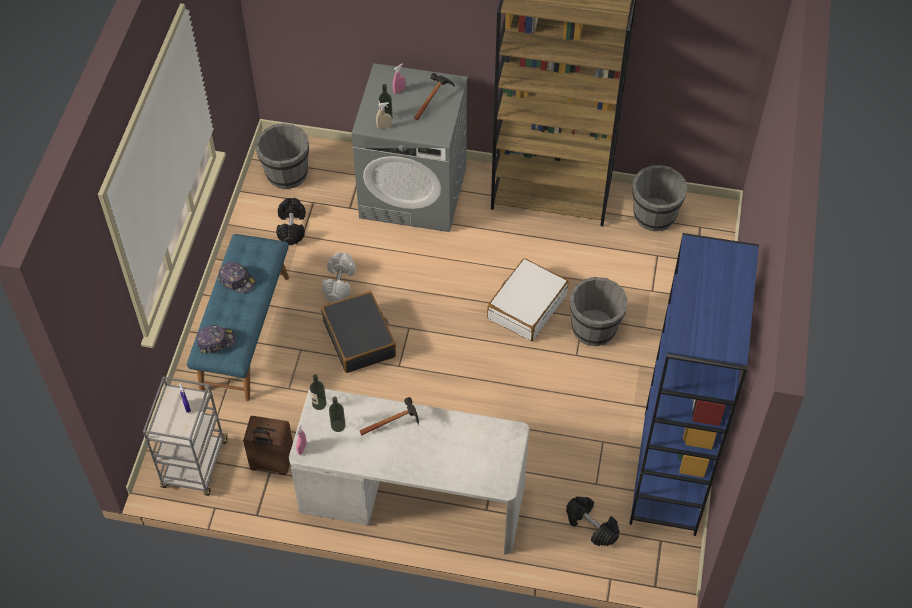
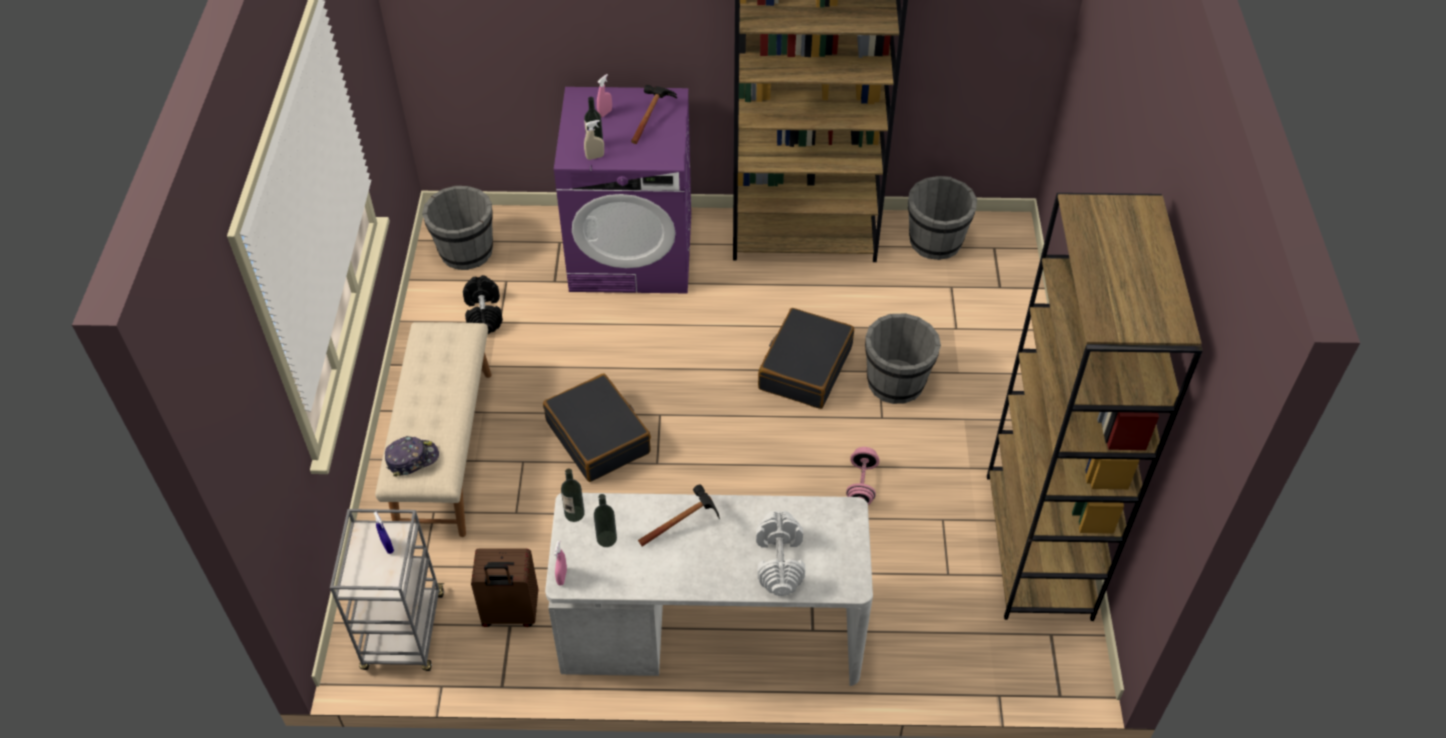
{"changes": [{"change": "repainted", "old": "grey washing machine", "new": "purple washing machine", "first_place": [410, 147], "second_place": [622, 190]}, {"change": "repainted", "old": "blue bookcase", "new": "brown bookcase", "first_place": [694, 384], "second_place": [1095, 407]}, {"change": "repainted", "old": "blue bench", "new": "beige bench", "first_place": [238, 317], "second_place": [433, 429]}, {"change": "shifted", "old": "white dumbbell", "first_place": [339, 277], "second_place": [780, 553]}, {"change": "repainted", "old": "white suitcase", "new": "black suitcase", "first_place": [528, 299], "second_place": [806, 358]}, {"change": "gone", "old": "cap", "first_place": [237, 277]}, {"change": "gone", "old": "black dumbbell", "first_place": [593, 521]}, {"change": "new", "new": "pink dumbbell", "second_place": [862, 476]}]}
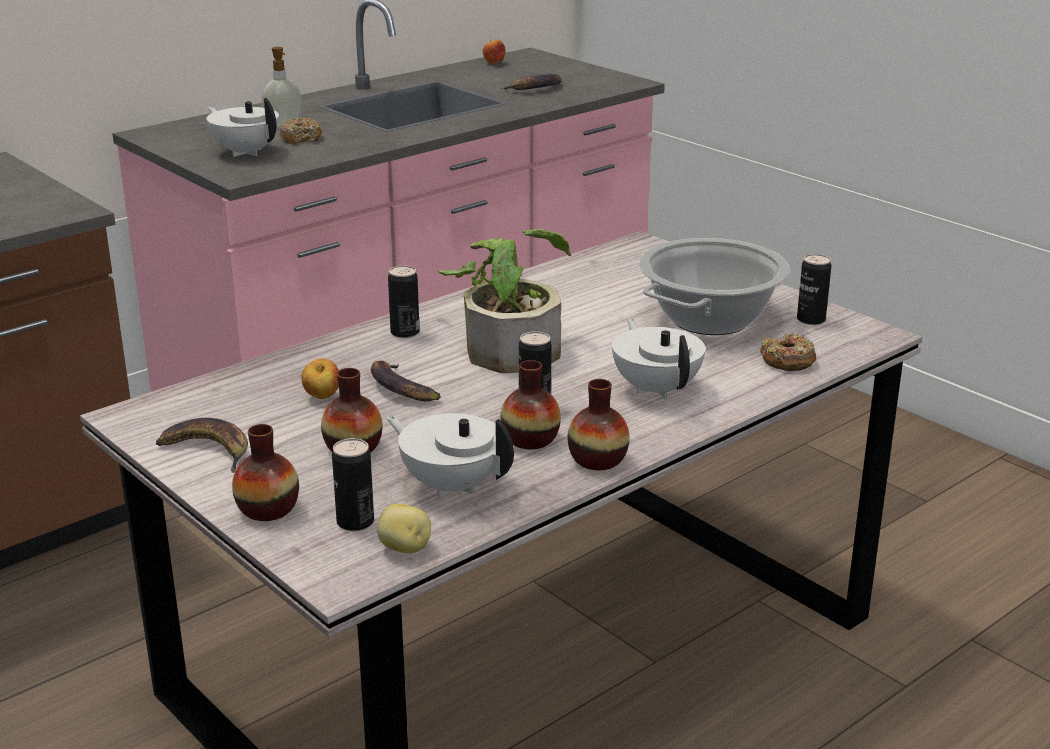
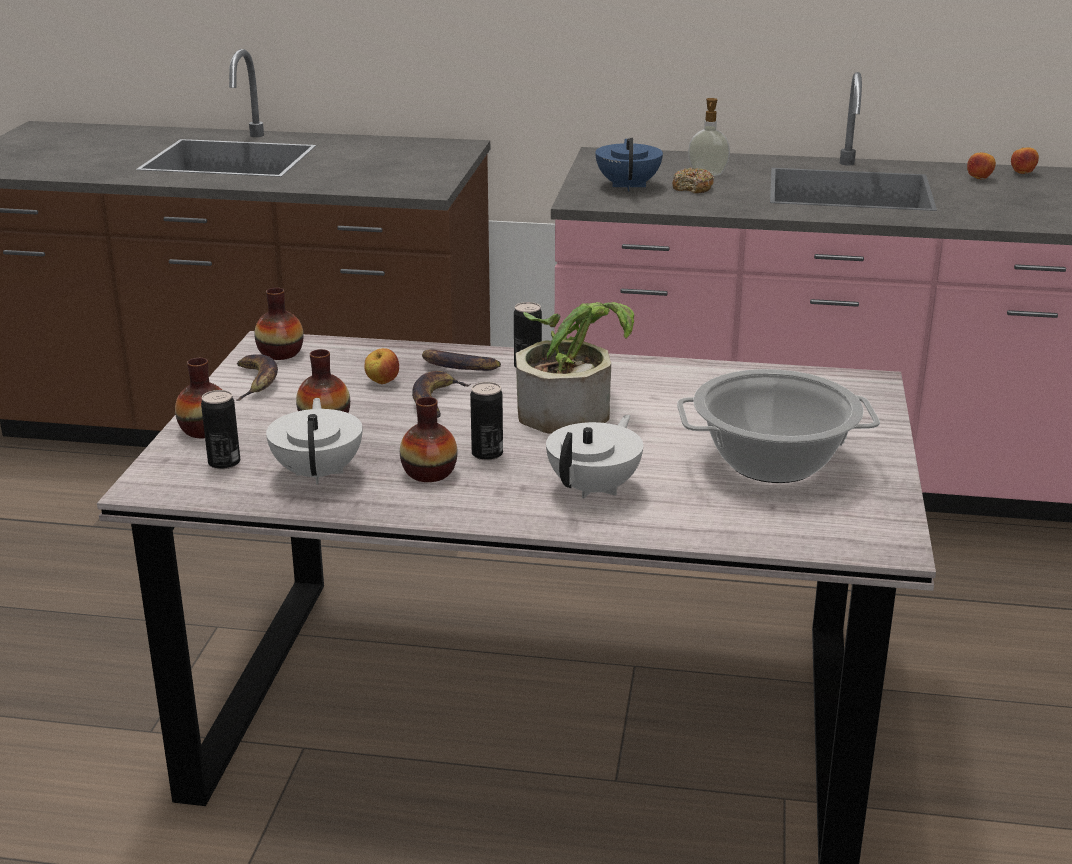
{"changes": [{"change": "shifted", "old": "banana", "first_place": [531, 82], "second_place": [461, 360]}, {"change": "repainted", "old": "white teapot", "new": "blue teapot", "first_place": [242, 127], "second_place": [629, 164]}, {"change": "gone", "old": "can", "first_place": [814, 289]}, {"change": "gone", "old": "donut", "first_place": [788, 352]}, {"change": "shifted", "old": "vase", "first_place": [599, 424], "second_place": [279, 324]}, {"change": "gone", "old": "potato", "first_place": [404, 528]}, {"change": "new", "new": "apple", "second_place": [981, 166]}]}
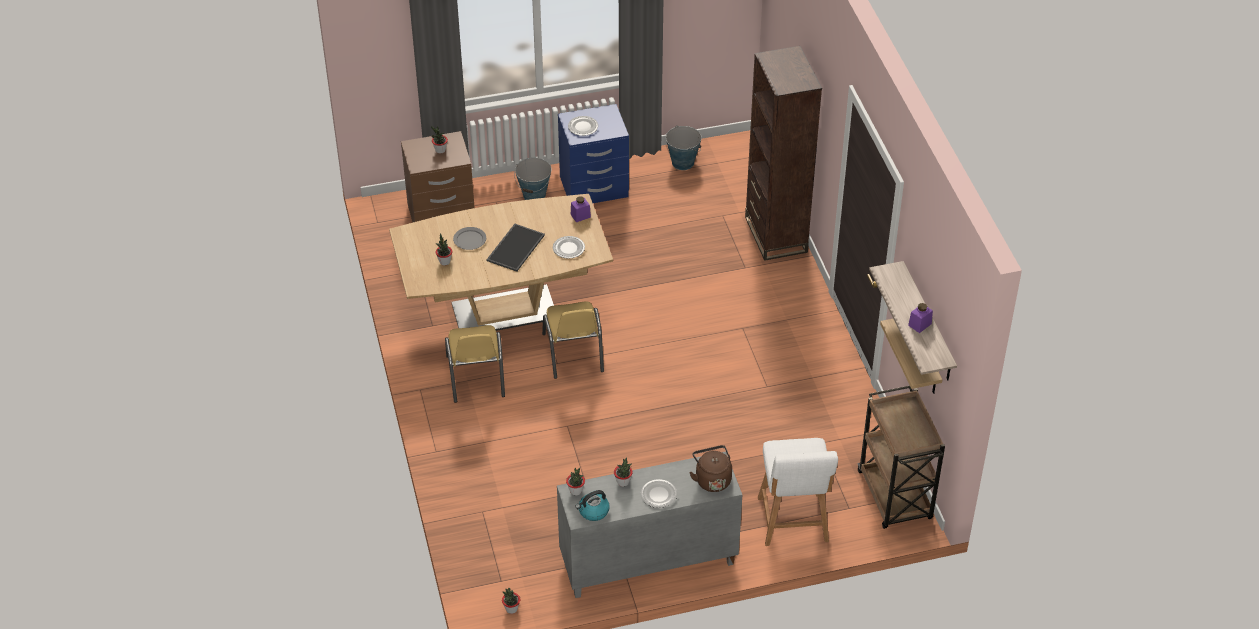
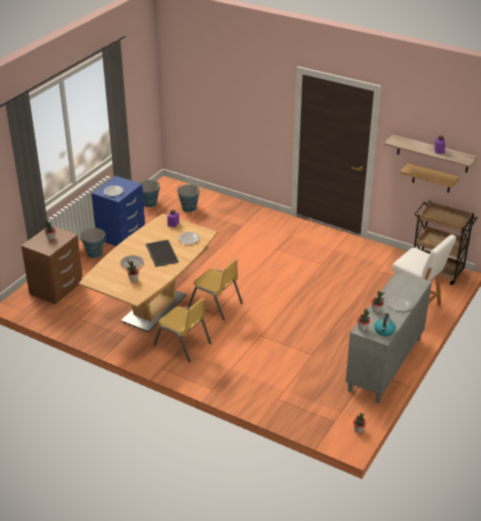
{"changes": [{"change": "gone", "old": "brown bookcase", "first_place": [783, 153]}, {"change": "gone", "old": "brown kettle", "first_place": [710, 468]}, {"change": "new", "new": "bucket", "second_place": [188, 198]}]}
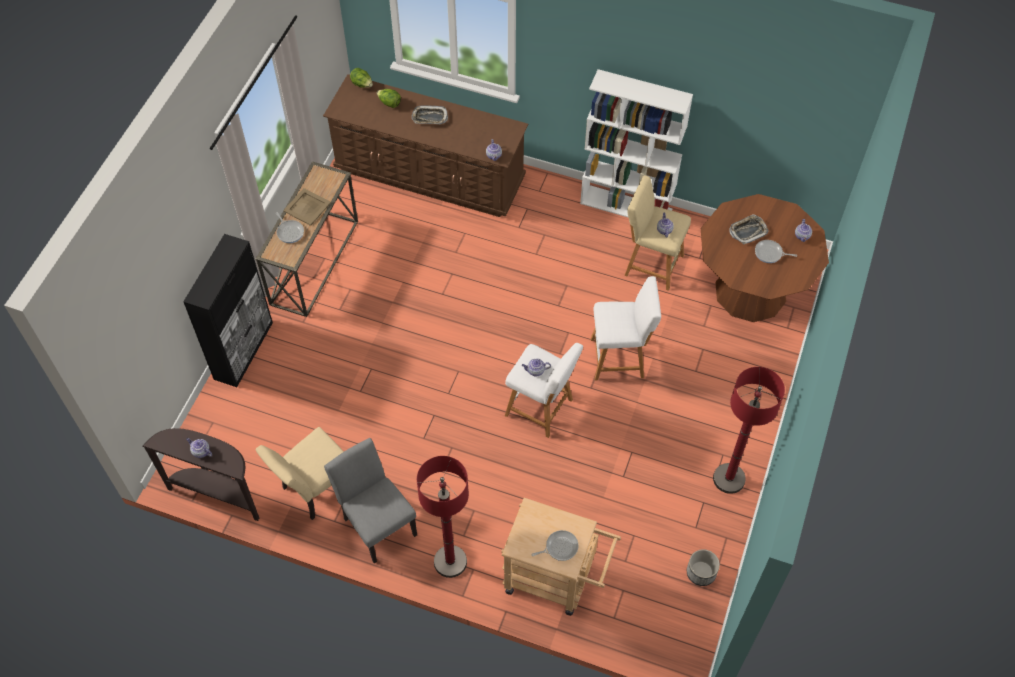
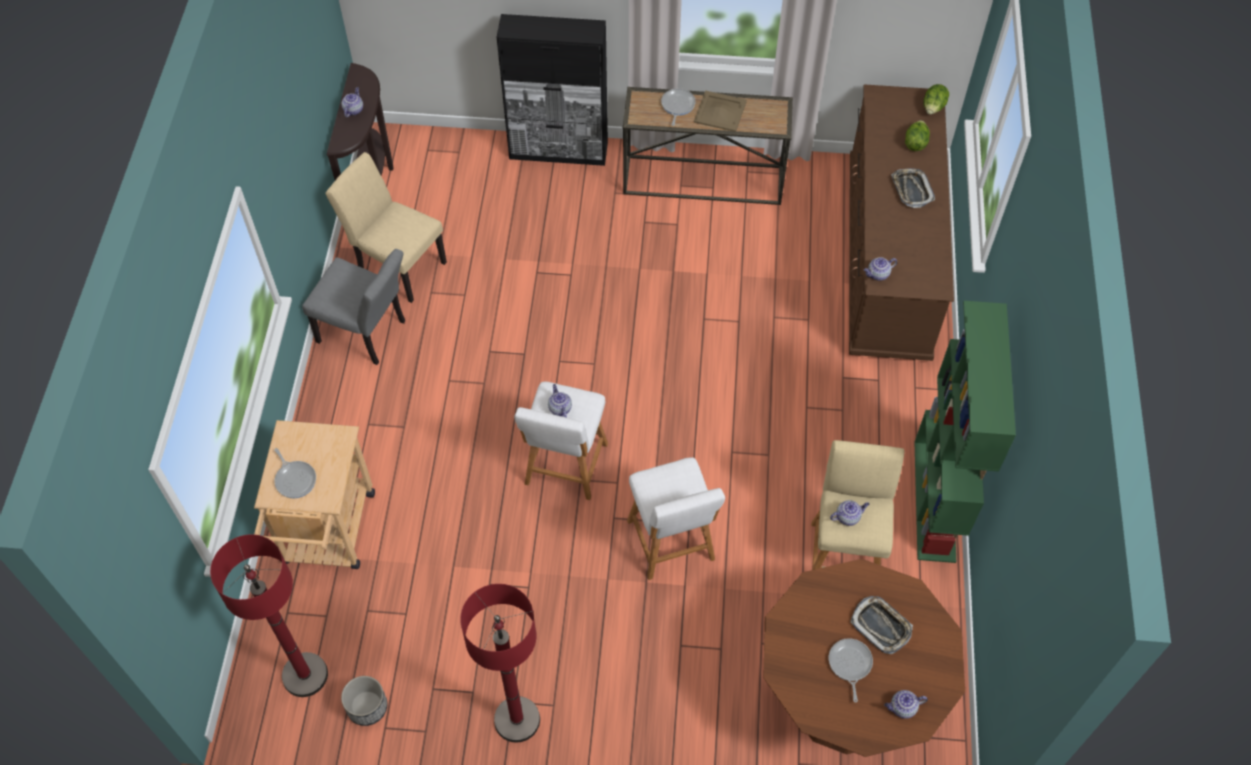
{"changes": [{"change": "repainted", "old": "white bookcase", "new": "green bookcase", "first_place": [636, 143], "second_place": [965, 432]}, {"change": "rotated", "old": "frying pan", "first_place": [290, 227], "second_place": [678, 107], "degrees": 150}, {"change": "rotated", "old": "grey chair", "first_place": [370, 500], "second_place": [353, 307], "degrees": 75}, {"change": "shifted", "old": "red floor lamp", "first_place": [443, 517], "second_place": [269, 615]}]}
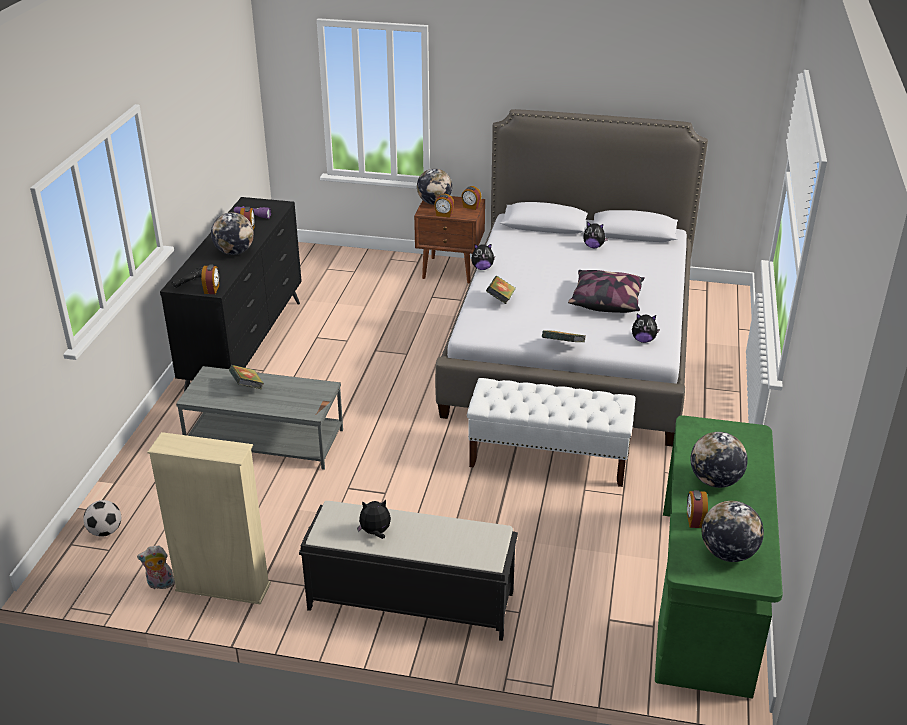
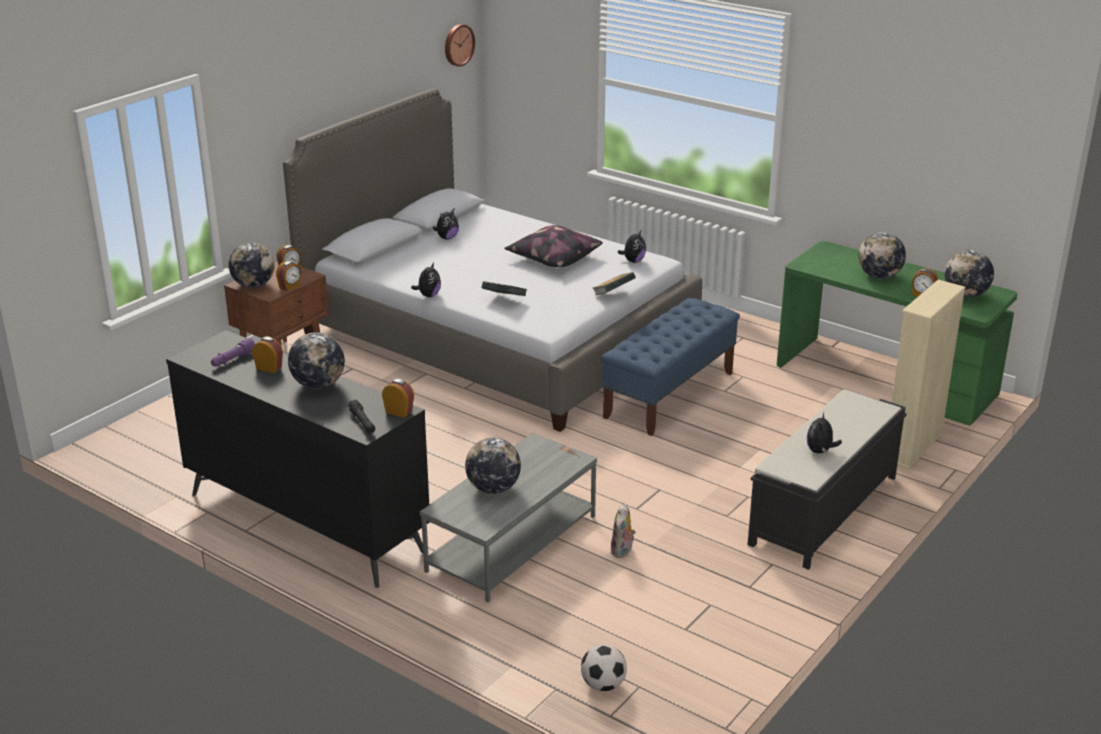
{"changes": [{"change": "swapped", "old": "book", "new": "globe", "first_place": [246, 377], "second_place": [493, 466]}, {"change": "repainted", "old": "white bench", "new": "blue bench", "first_place": [551, 432], "second_place": [670, 367]}, {"change": "shifted", "old": "beige bookcase", "first_place": [209, 518], "second_place": [929, 374]}, {"change": "shifted", "old": "plush toy", "first_place": [156, 567], "second_place": [623, 531]}, {"change": "new", "new": "wall clock", "second_place": [460, 45]}]}
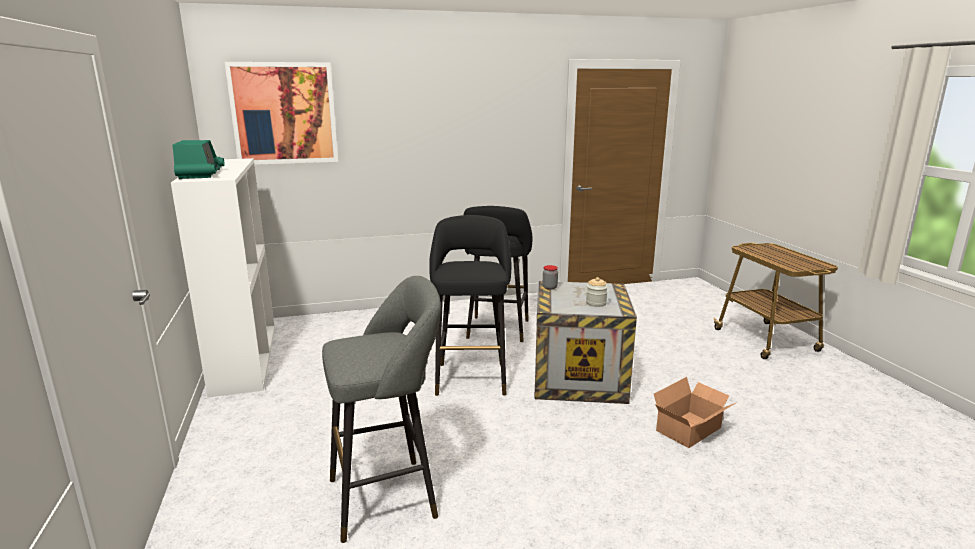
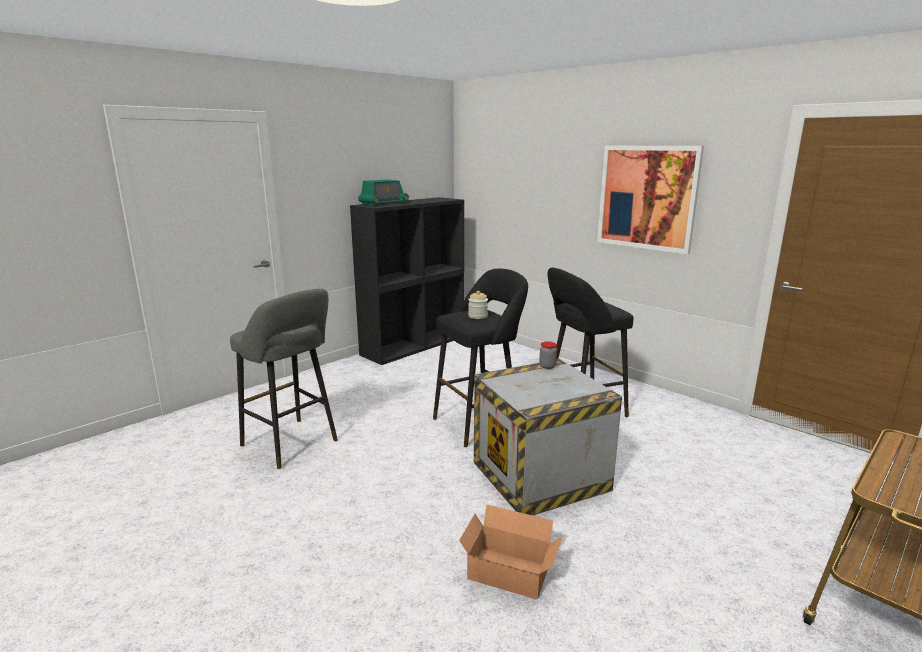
{"changes": [{"change": "shifted", "old": "picture", "first_place": [281, 113], "second_place": [650, 200]}, {"change": "repainted", "old": "white bookcase", "new": "black bookcase", "first_place": [223, 278], "second_place": [407, 281]}, {"change": "shifted", "old": "jar", "first_place": [597, 292], "second_place": [478, 305]}]}
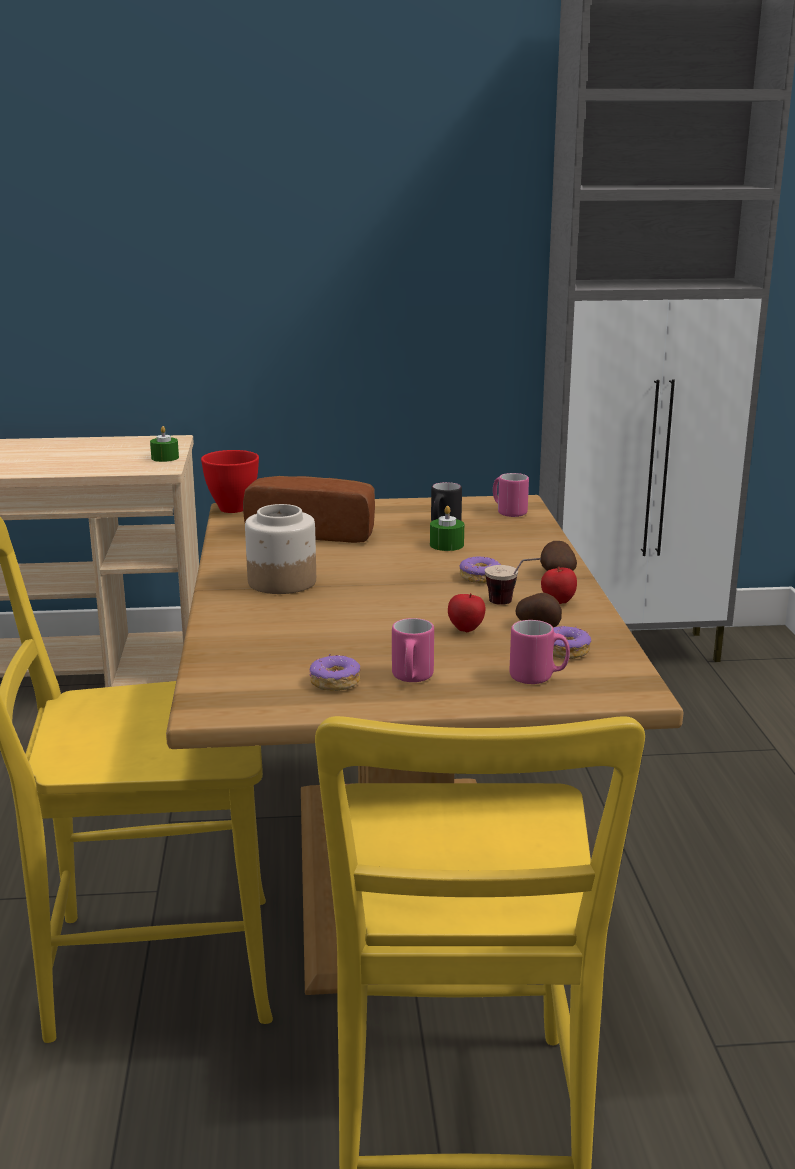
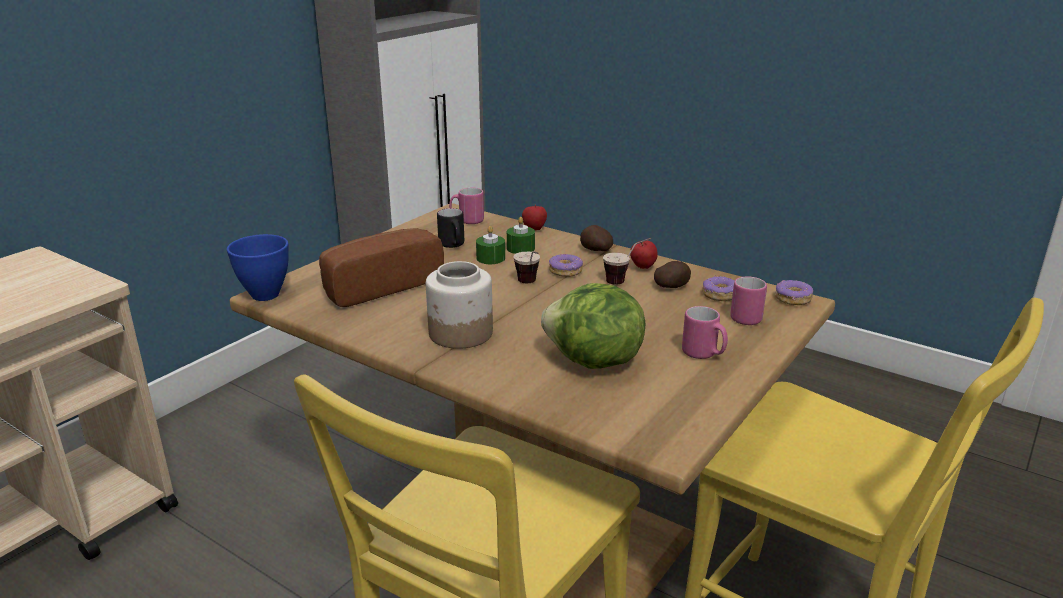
{"changes": [{"change": "shifted", "old": "green candle", "first_place": [164, 444], "second_place": [521, 235]}, {"change": "repainted", "old": "red bowl", "new": "blue bowl", "first_place": [230, 481], "second_place": [258, 267]}, {"change": "shifted", "old": "apple", "first_place": [467, 612], "second_place": [534, 217]}, {"change": "shifted", "old": "donut", "first_place": [334, 672], "second_place": [794, 292]}, {"change": "new", "new": "cup", "second_place": [527, 267]}, {"change": "new", "new": "lettuce", "second_place": [593, 326]}]}
